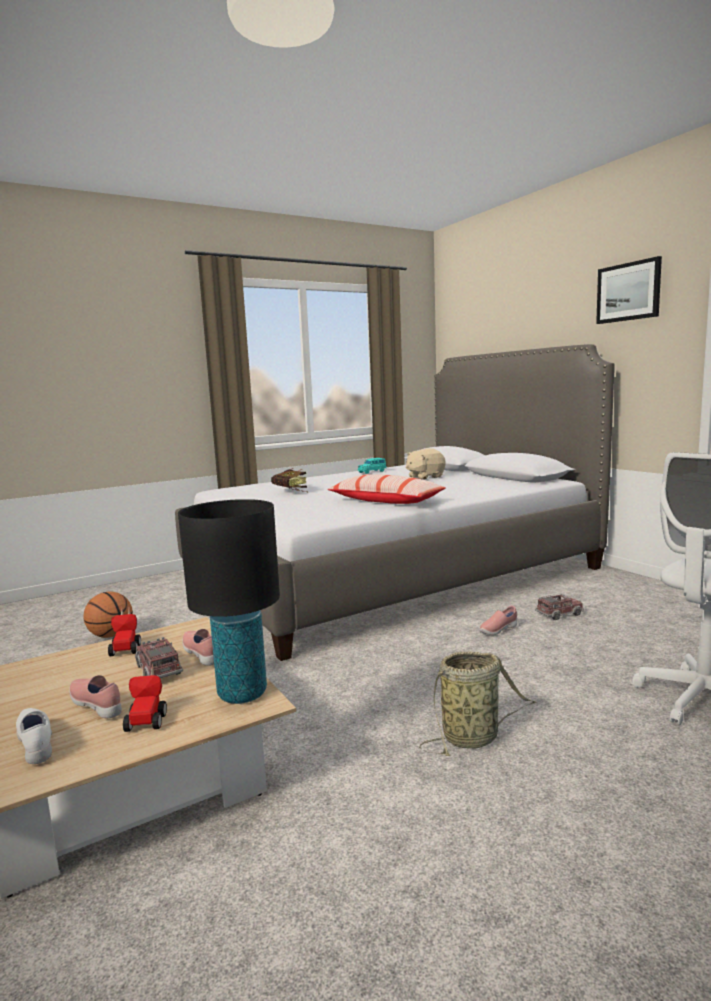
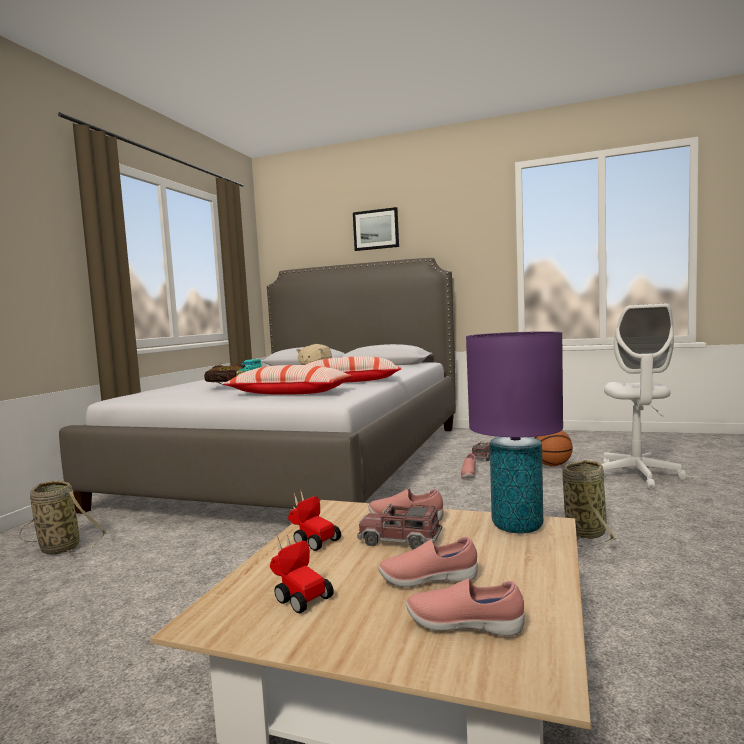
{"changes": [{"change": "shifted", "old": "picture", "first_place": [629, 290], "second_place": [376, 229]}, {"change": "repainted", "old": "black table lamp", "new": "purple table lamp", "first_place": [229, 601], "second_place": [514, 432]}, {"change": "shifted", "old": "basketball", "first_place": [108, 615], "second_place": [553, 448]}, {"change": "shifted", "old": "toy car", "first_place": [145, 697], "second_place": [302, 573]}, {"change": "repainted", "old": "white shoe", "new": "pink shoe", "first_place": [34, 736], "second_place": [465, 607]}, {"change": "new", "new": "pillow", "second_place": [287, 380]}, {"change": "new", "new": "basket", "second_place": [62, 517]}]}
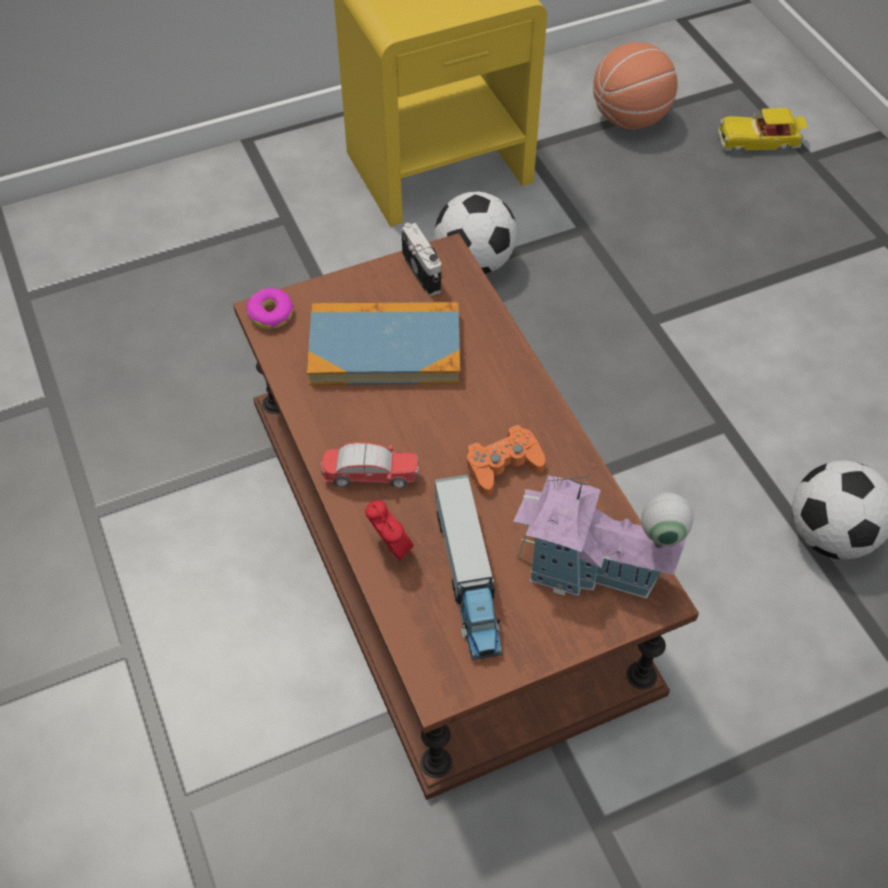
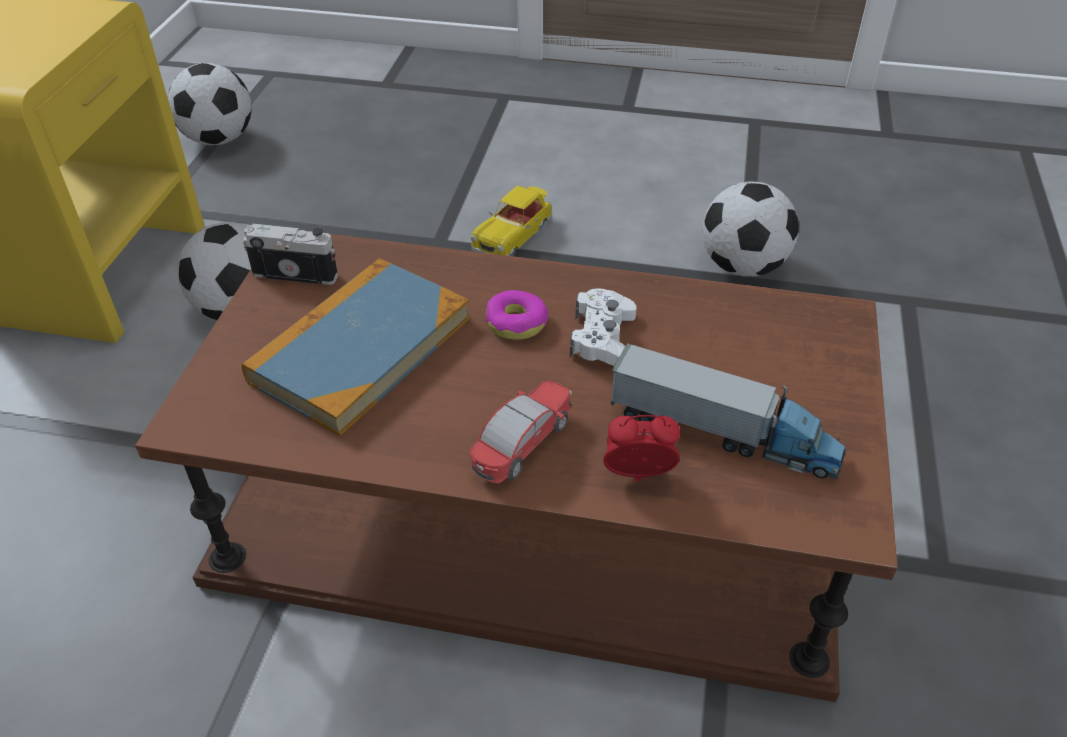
{"changes": [{"change": "swapped", "old": "basketball", "new": "football", "first_place": [635, 85], "second_place": [210, 104]}, {"change": "shifted", "old": "toy car", "first_place": [762, 130], "second_place": [511, 221]}, {"change": "shifted", "old": "donut", "first_place": [270, 308], "second_place": [517, 315]}, {"change": "repainted", "old": "orange game controller", "new": "white game controller", "first_place": [506, 460], "second_place": [603, 327]}, {"change": "gone", "old": "toy house", "first_place": [603, 534]}]}
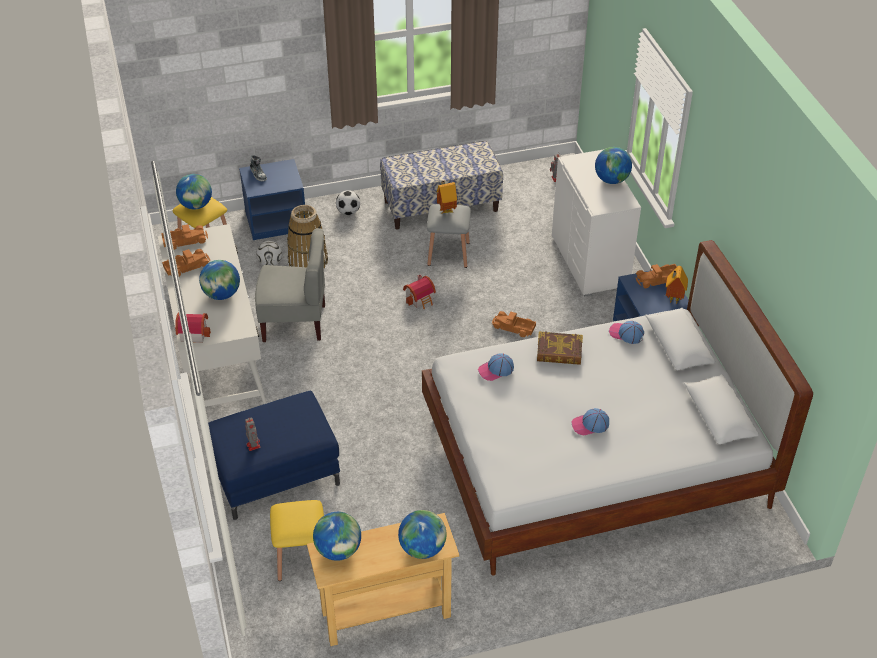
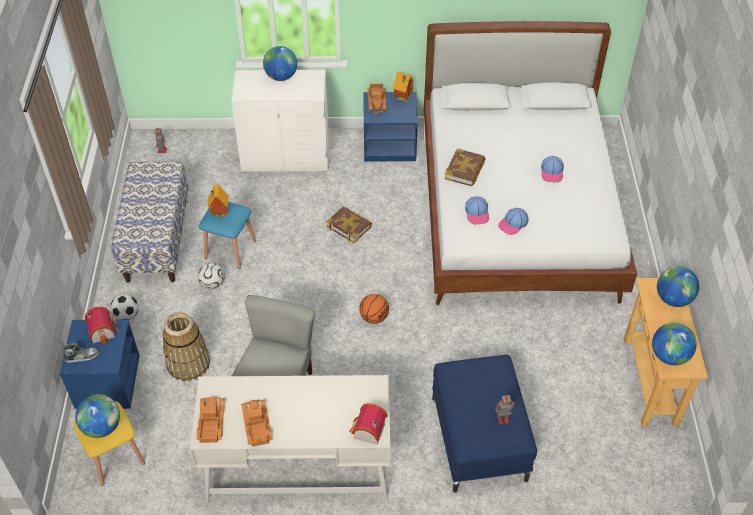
{"changes": [{"change": "repainted", "old": "grey stool", "new": "blue stool", "first_place": [449, 236], "second_place": [227, 235]}, {"change": "shifted", "old": "football", "first_place": [269, 253], "second_place": [211, 276]}, {"change": "gone", "old": "globe", "first_place": [219, 280]}, {"change": "shifted", "old": "toy house", "first_place": [419, 292], "second_place": [102, 325]}, {"change": "swapped", "old": "toy truck", "new": "book", "first_place": [514, 324], "second_place": [349, 224]}, {"change": "shifted", "old": "cap", "first_place": [626, 332], "second_place": [513, 221]}, {"change": "gone", "old": "yellow stool", "first_place": [297, 540]}, {"change": "new", "new": "basketball", "second_place": [374, 309]}]}
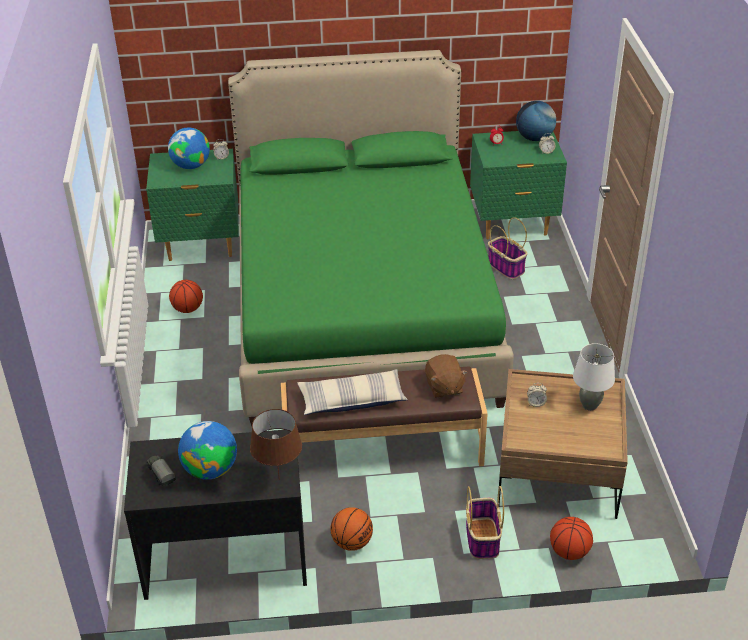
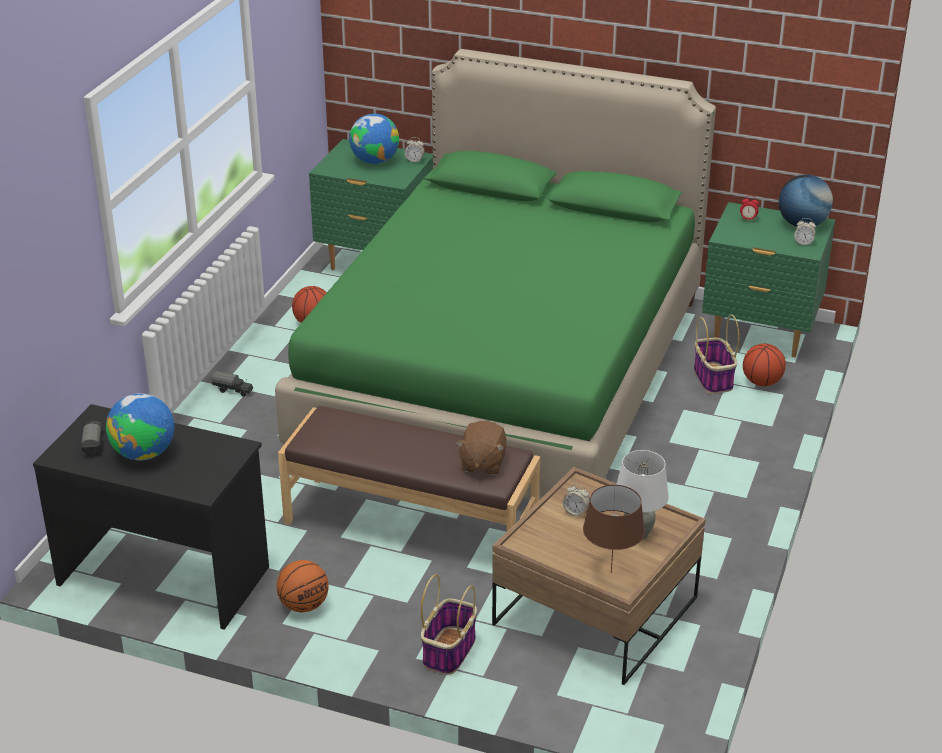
{"changes": [{"change": "gone", "old": "pillow", "first_place": [352, 392]}, {"change": "shifted", "old": "brown table lamp", "first_place": [276, 444], "second_place": [614, 529]}, {"change": "shifted", "old": "basketball", "first_place": [571, 538], "second_place": [764, 365]}, {"change": "new", "new": "toy truck", "second_place": [232, 384]}]}
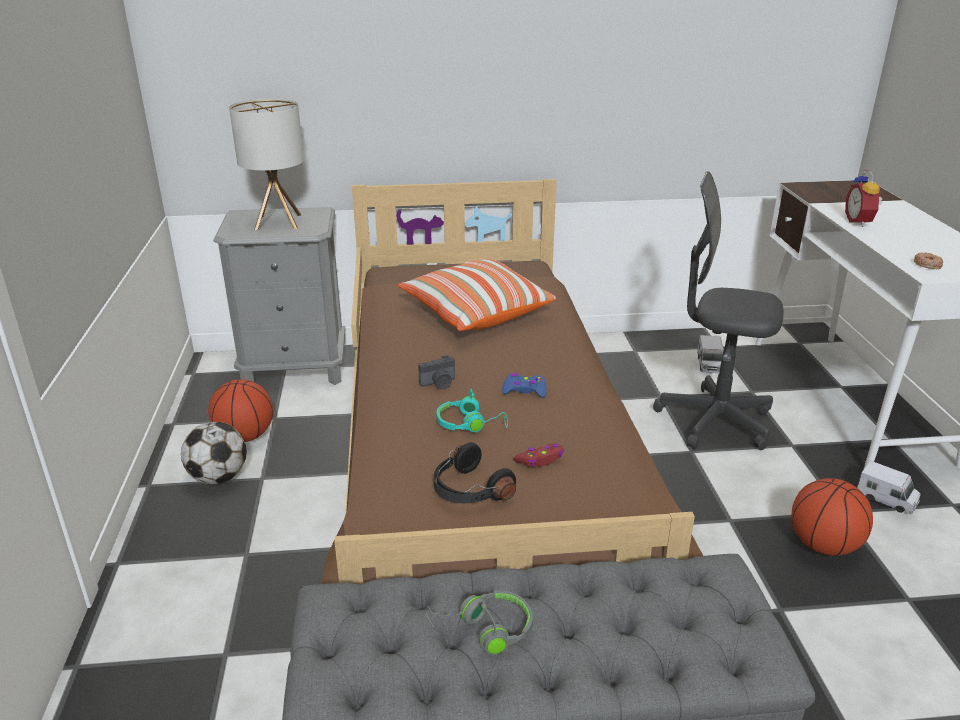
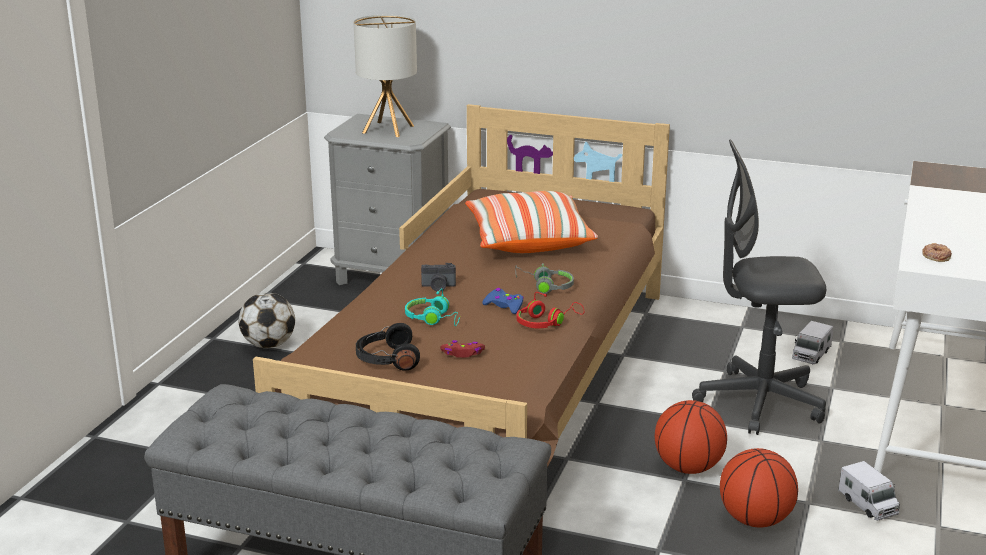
{"changes": [{"change": "gone", "old": "alarm clock", "first_place": [864, 198]}, {"change": "rotated", "old": "grey office chair", "first_place": [718, 310], "second_place": [759, 287], "degrees": -45}, {"change": "shifted", "old": "basketball", "first_place": [240, 410], "second_place": [691, 437]}, {"change": "shifted", "old": "grey headphones", "first_place": [479, 622], "second_place": [544, 278]}, {"change": "new", "new": "red headphones", "second_place": [550, 310]}]}
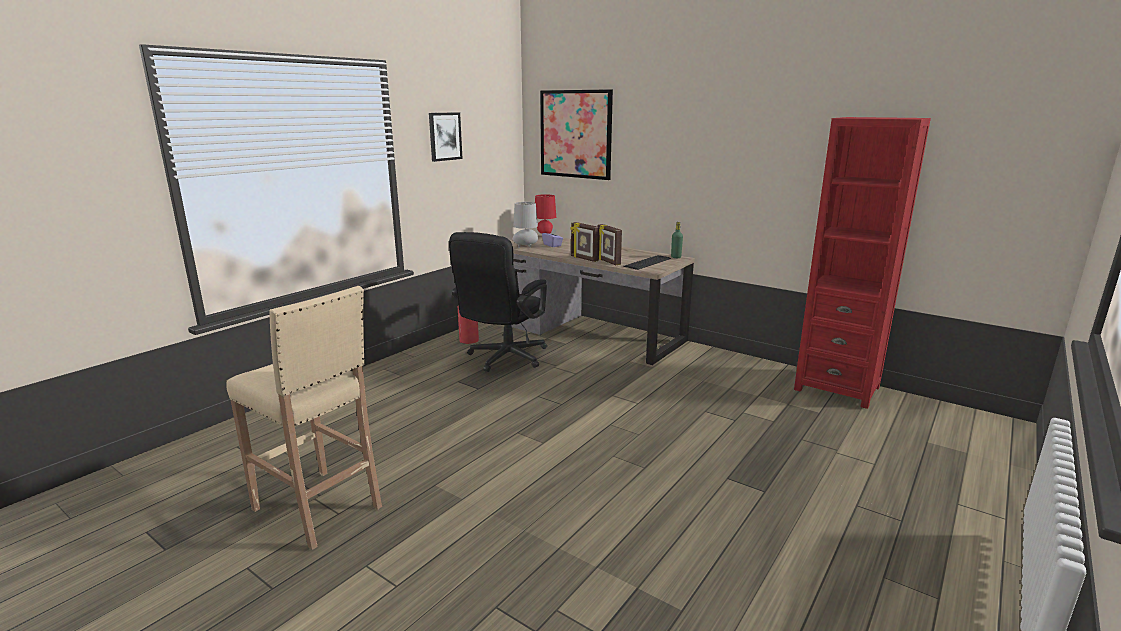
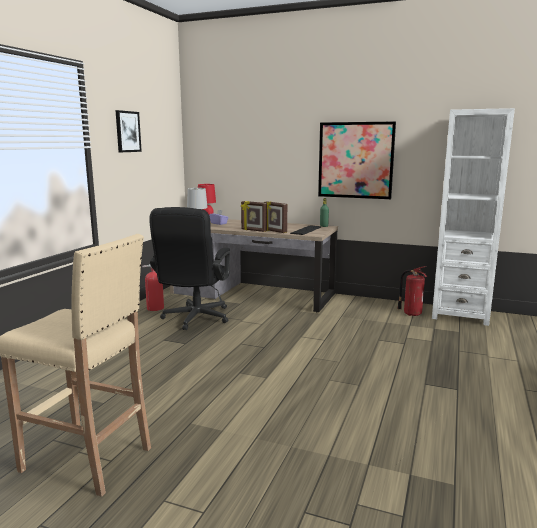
{"changes": [{"change": "shifted", "old": "picture", "first_place": [576, 134], "second_place": [357, 160]}, {"change": "repainted", "old": "red bookcase", "new": "white bookcase", "first_place": [862, 263], "second_place": [473, 217]}, {"change": "new", "new": "fire extinguisher", "second_place": [412, 291]}]}
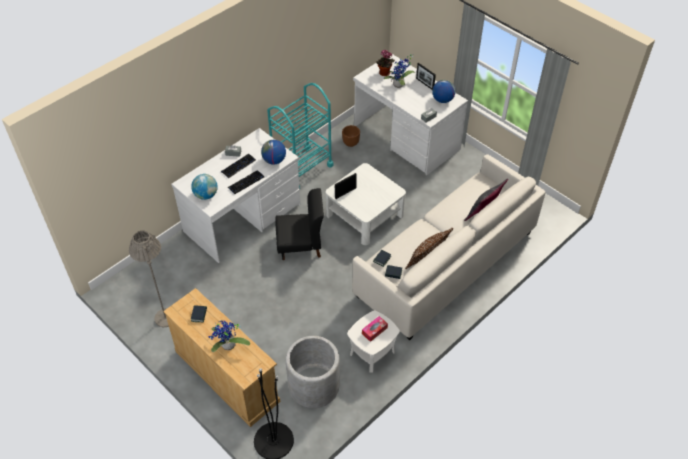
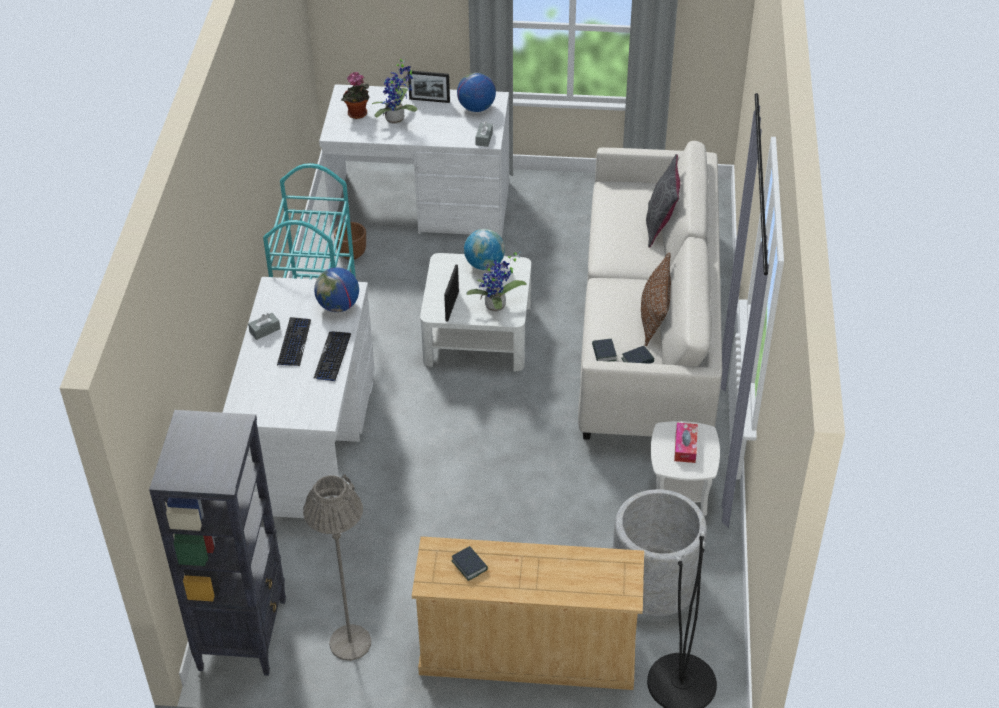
{"changes": [{"change": "shifted", "old": "globe", "first_place": [204, 187], "second_place": [484, 249]}, {"change": "gone", "old": "black chair", "first_place": [299, 224]}, {"change": "shifted", "old": "potted plant", "first_place": [229, 336], "second_place": [497, 282]}, {"change": "new", "new": "black bookcase", "second_place": [217, 543]}]}
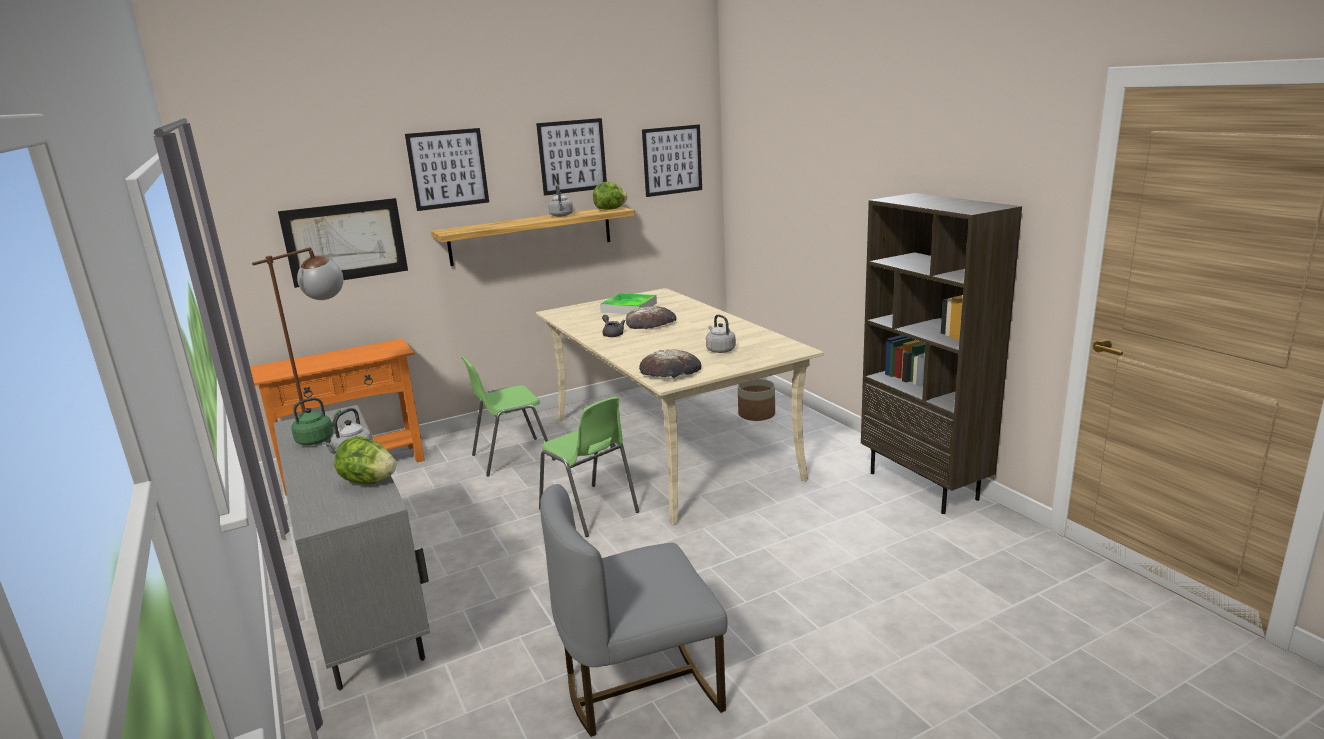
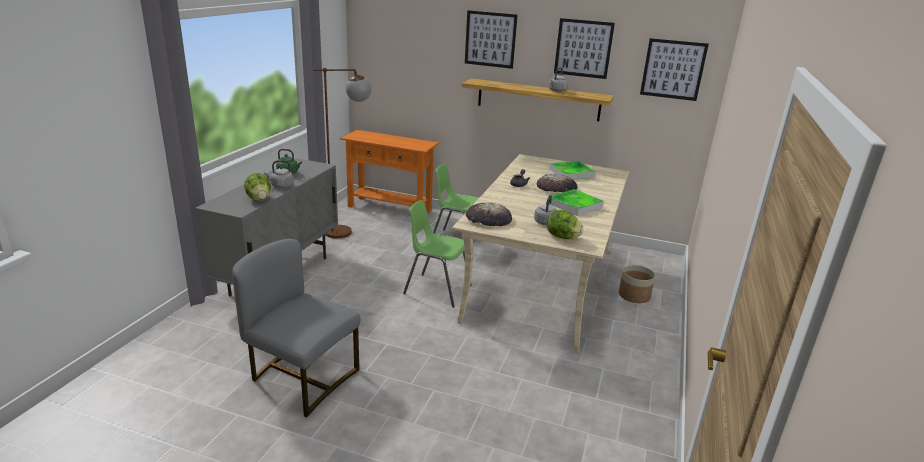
{"changes": [{"change": "shifted", "old": "lettuce", "first_place": [610, 196], "second_place": [565, 224]}, {"change": "gone", "old": "brown bookcase", "first_place": [941, 353]}, {"change": "gone", "old": "picture", "first_place": [343, 243]}, {"change": "rotated", "old": "green chair", "first_place": [589, 467], "second_place": [437, 254], "degrees": 105}, {"change": "new", "new": "tray", "second_place": [577, 202]}]}
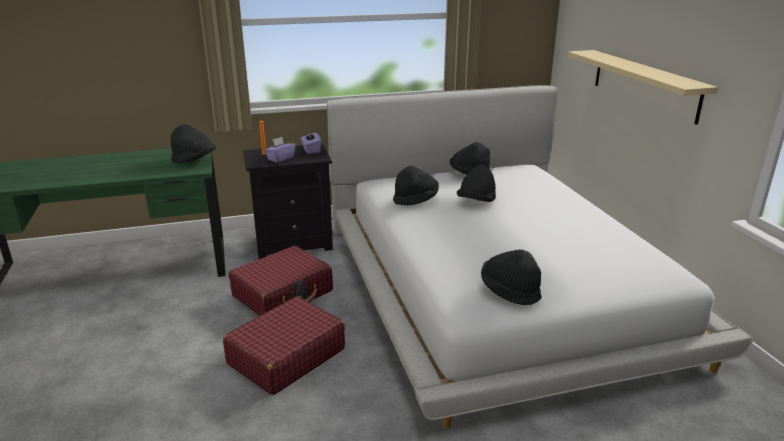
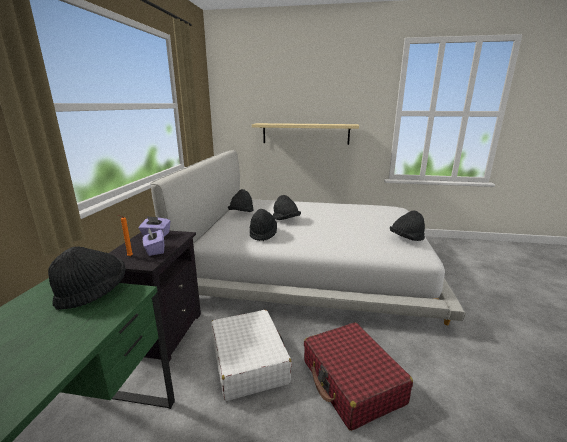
{"changes": [{"change": "repainted", "old": "red suitcase", "new": "white suitcase", "first_place": [281, 281], "second_place": [251, 355]}]}
